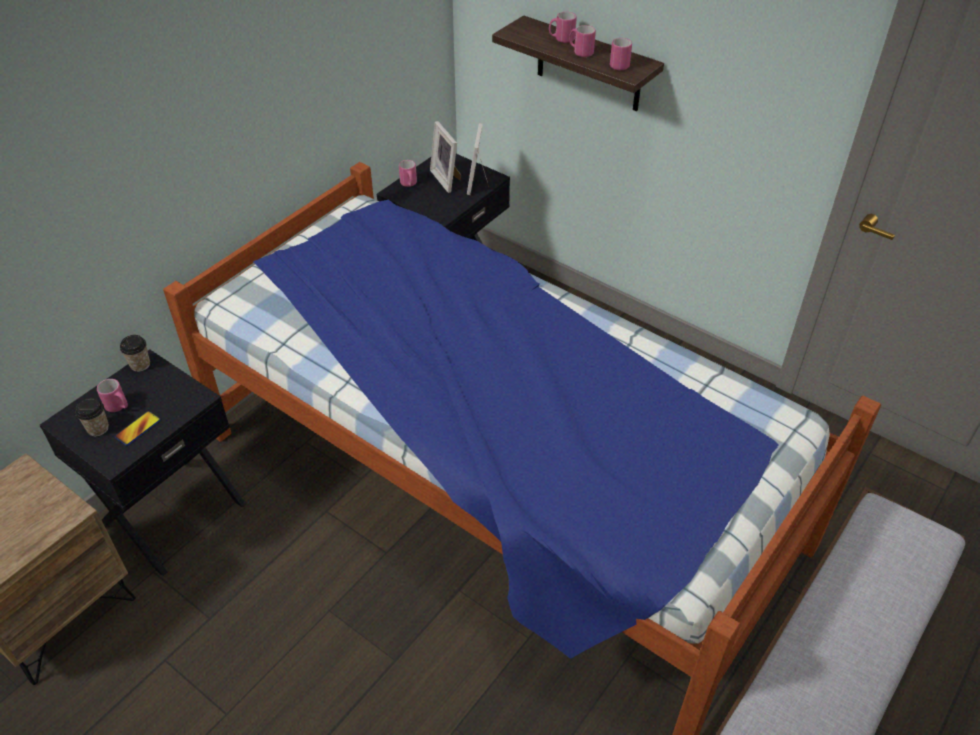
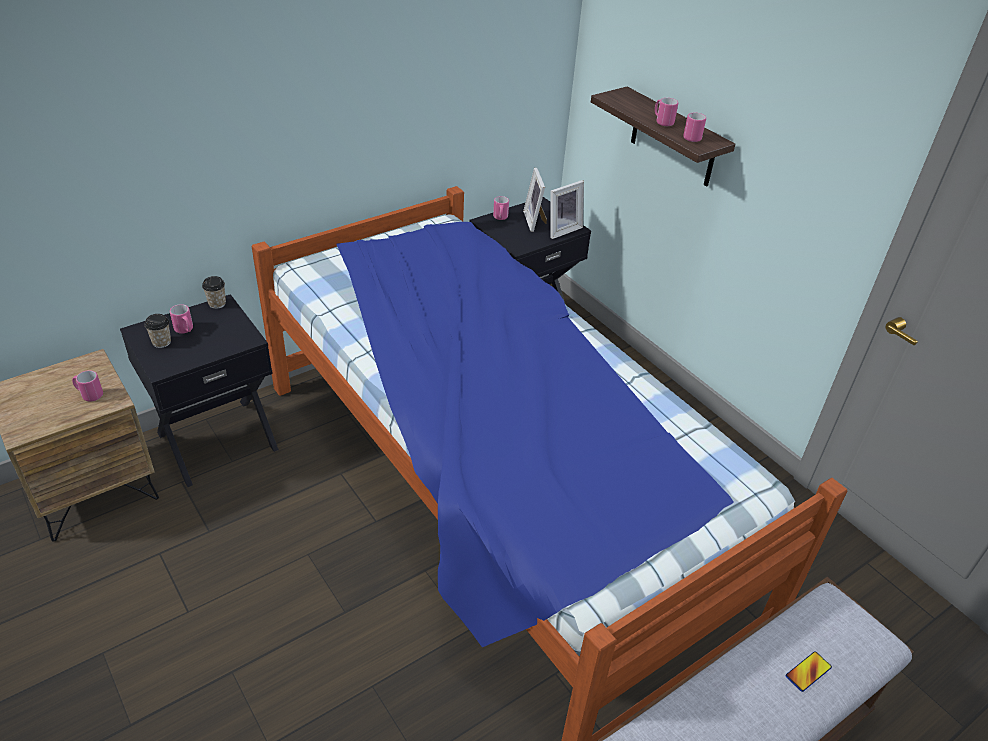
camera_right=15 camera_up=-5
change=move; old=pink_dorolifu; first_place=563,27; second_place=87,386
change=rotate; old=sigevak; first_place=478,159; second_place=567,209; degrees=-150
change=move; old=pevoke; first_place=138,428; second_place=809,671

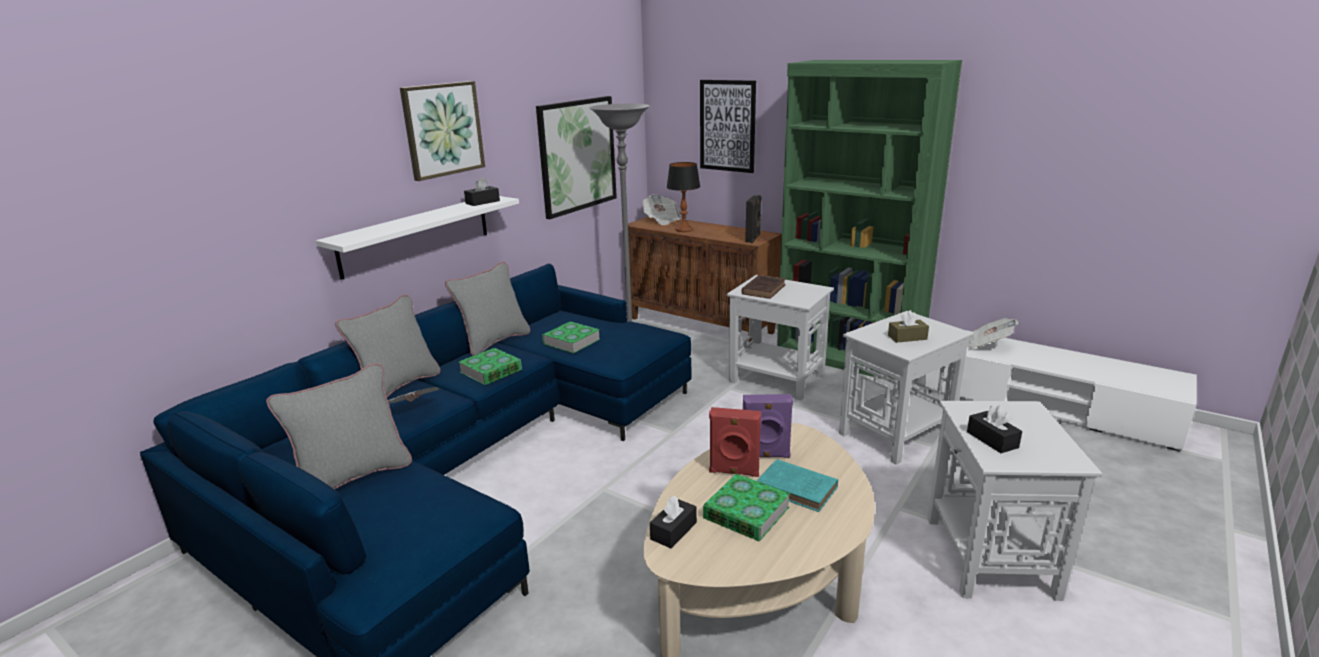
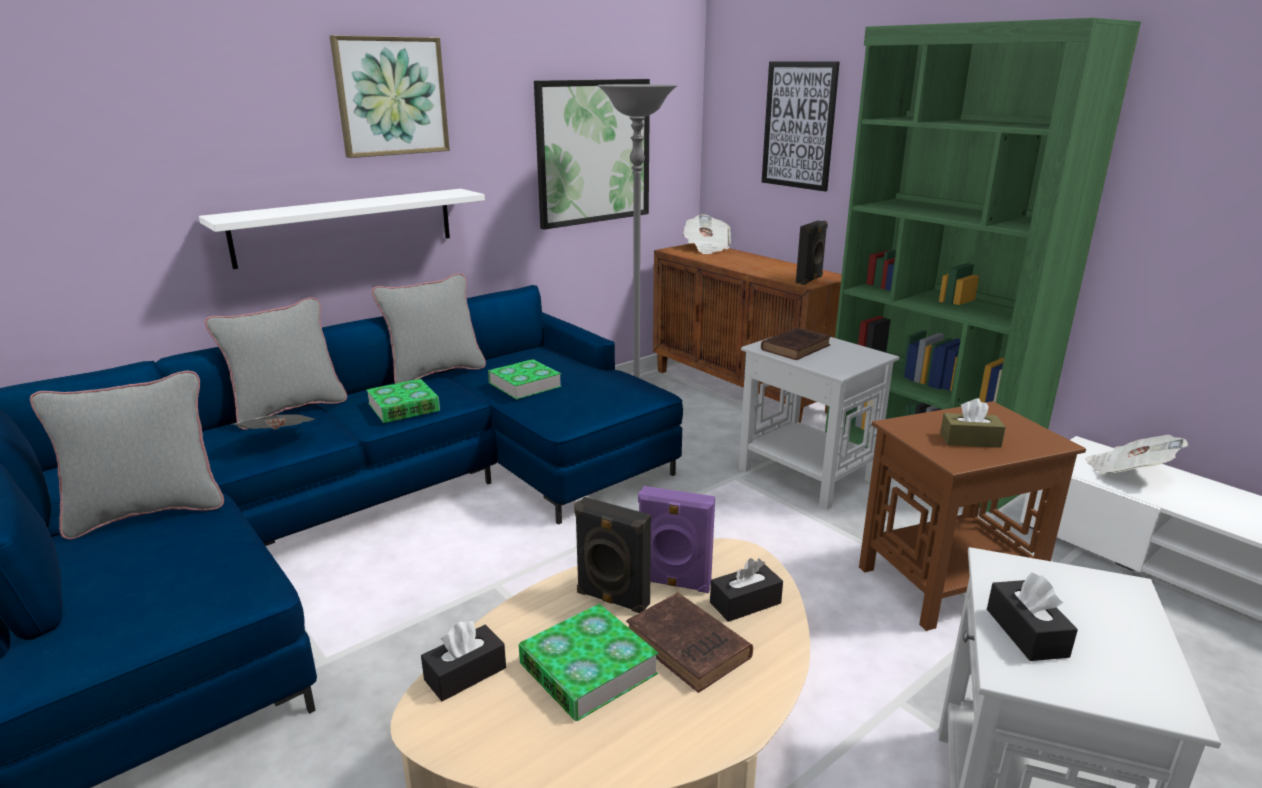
camera_right=15 camera_up=0
change=delete; old=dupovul; first_place=683,197
change=move; old=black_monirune; first_place=482,191; second_place=746,590
change=recolor; old=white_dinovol; new=brown_dinovol; first_place=906,388; second_place=972,516
change=recolor; old=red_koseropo; new=black_koseropo; first_place=735,442; second_place=612,555
change=recolor; old=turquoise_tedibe; new=brown_tedibe; first_place=797,485; second_place=689,642

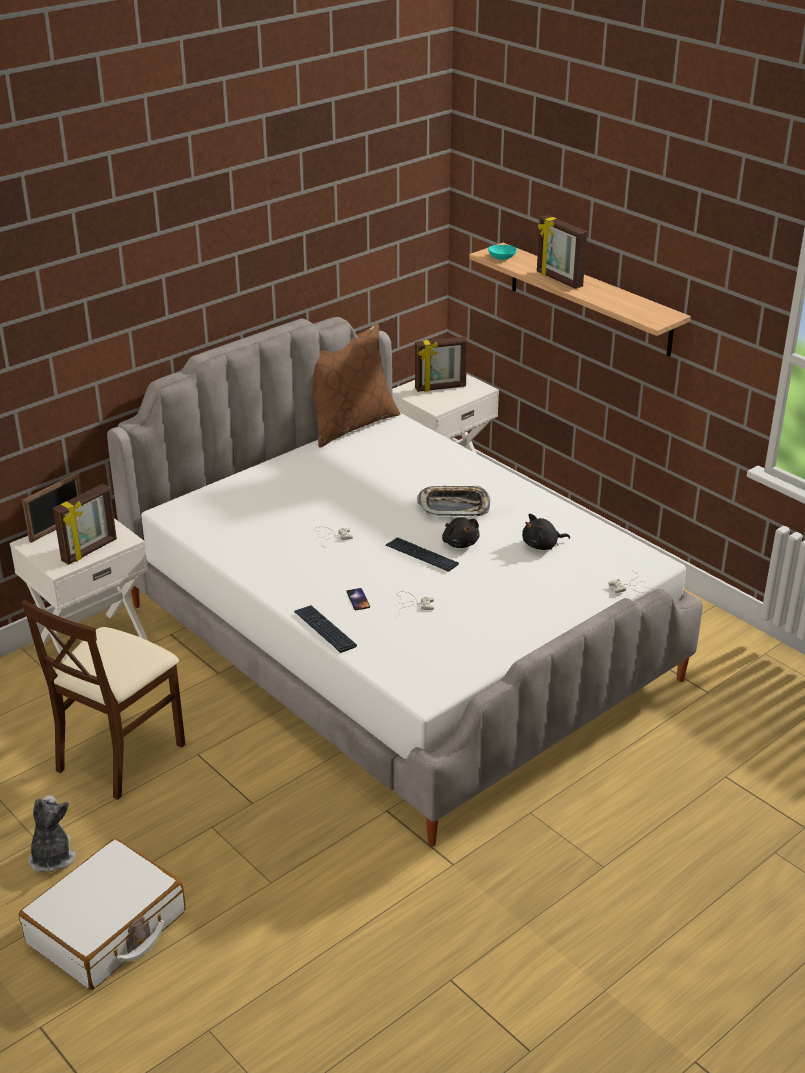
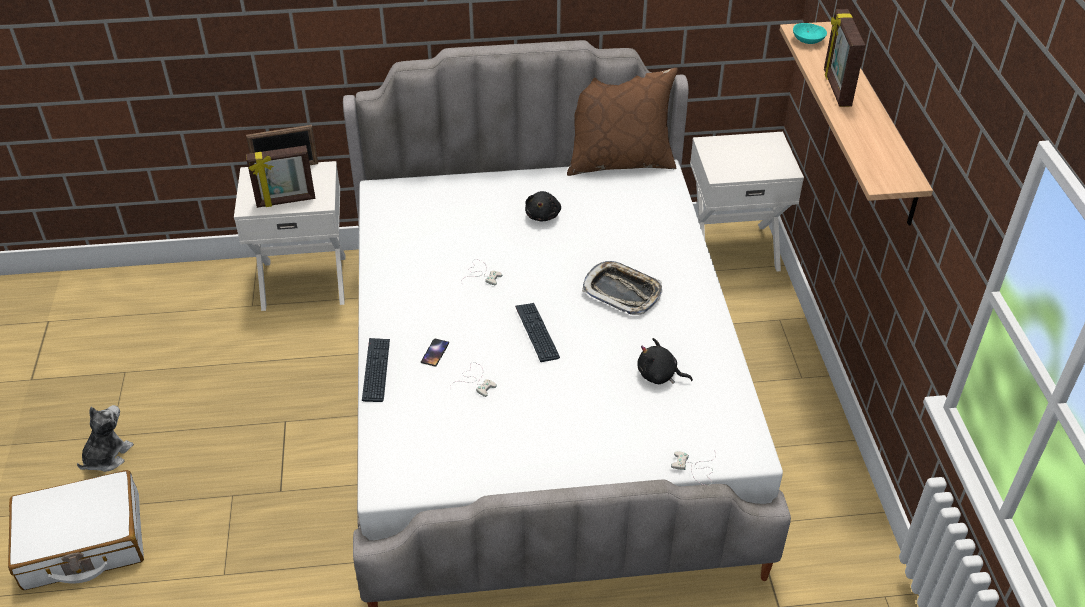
camera_right=35 camera_up=10
change=delete; old=sigevak; first_place=441,364
change=move; old=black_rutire; first_place=461,532; second_place=543,206
change=delete; old=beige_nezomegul; first_place=103,700

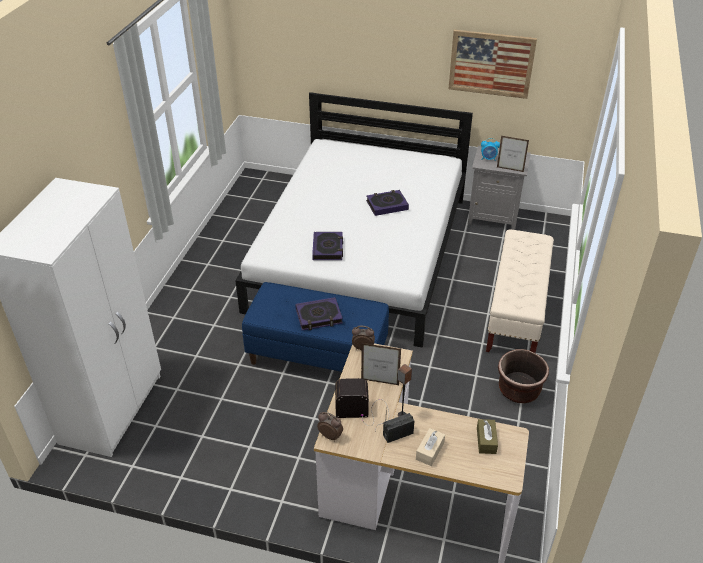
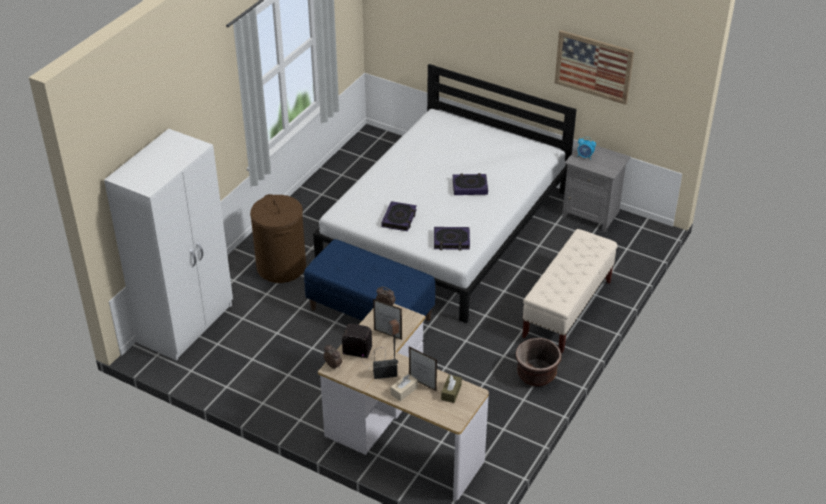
camera_right=15 camera_up=0
change=move; old=sigevak; first_place=513,154; second_place=423,369
change=move; old=tedibe; first_place=319,313; second_place=452,238
change=insert; new=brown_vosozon; second_place=278,238

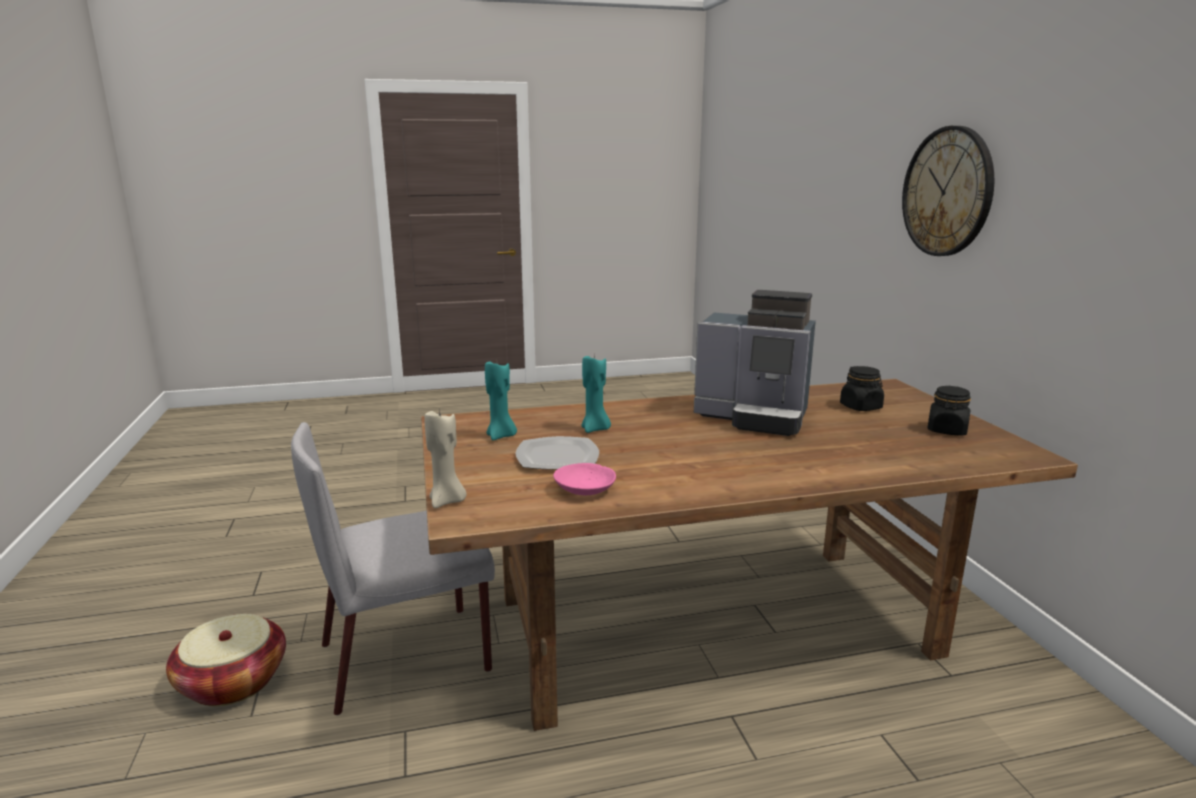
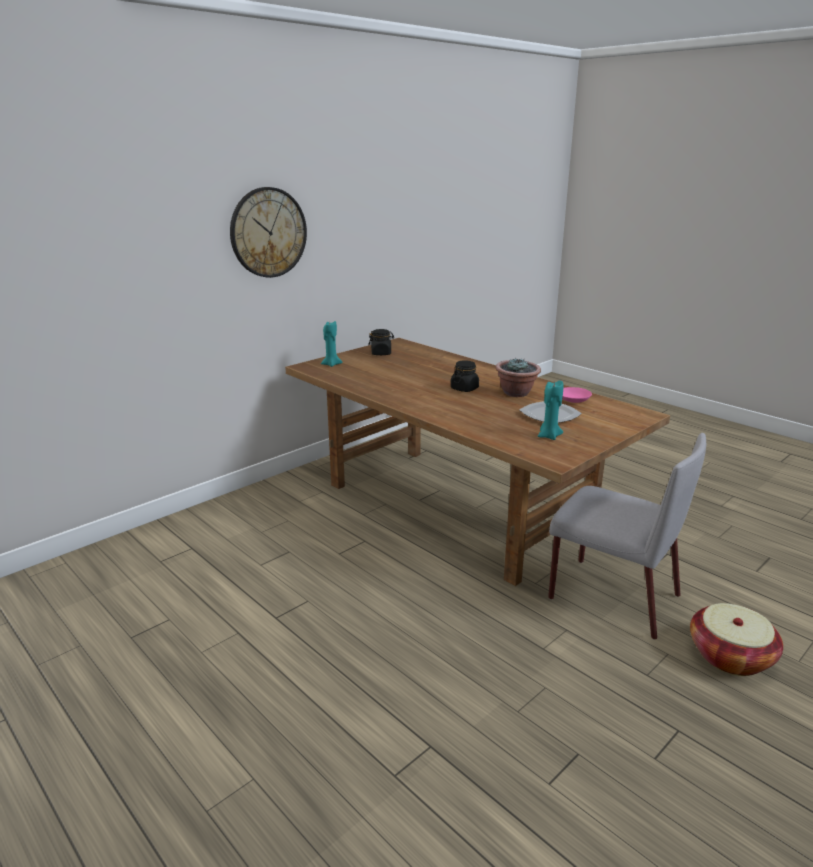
camera_right=-120 camera_up=5
change=delete; old=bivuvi; first_place=755,363
change=move; old=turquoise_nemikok; first_place=596,393; second_place=331,344
change=move; old=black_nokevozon; first_place=862,388; second_place=465,376
change=delete; old=beige_nemikok; first_place=445,458
change=insert; new=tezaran; second_place=518,377

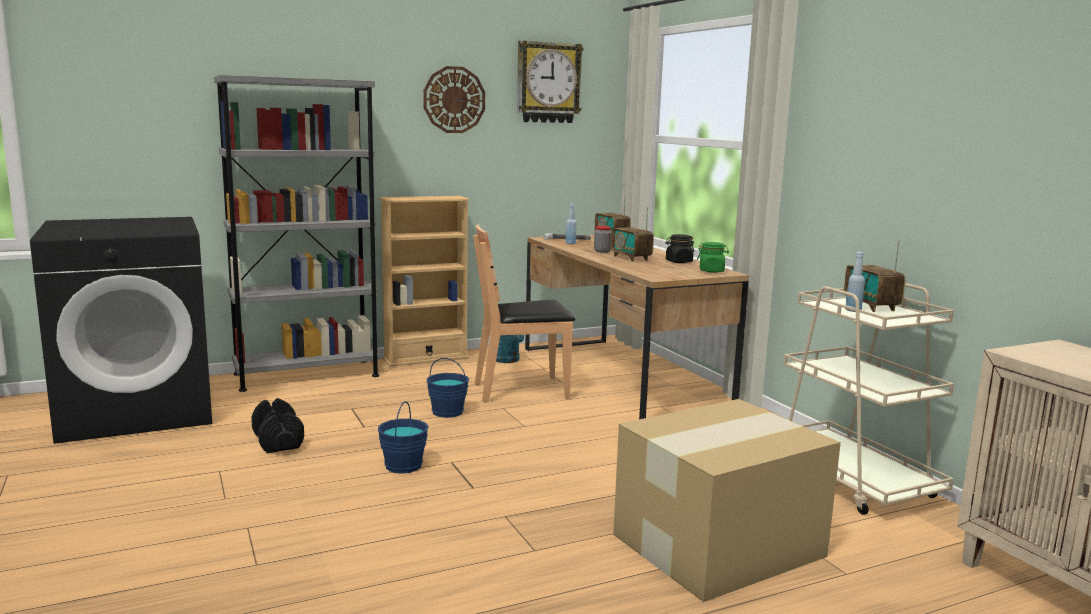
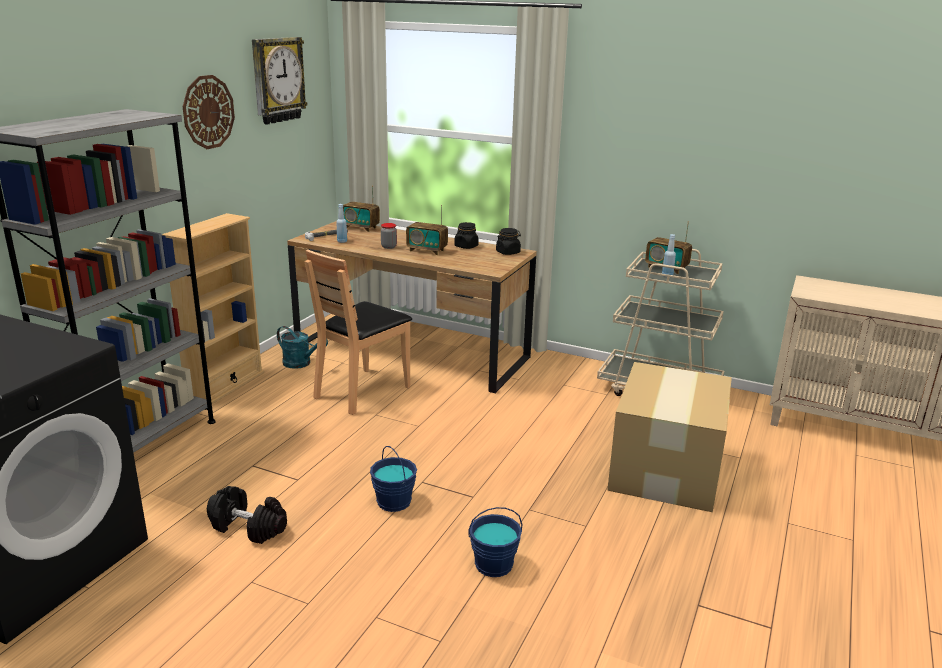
camera_right=-40 camera_up=10
change=recolor; old=green_nokevozon; new=black_nokevozon; first_place=713,257; second_place=508,241
change=move; old=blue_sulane; first_place=448,388; second_place=495,542

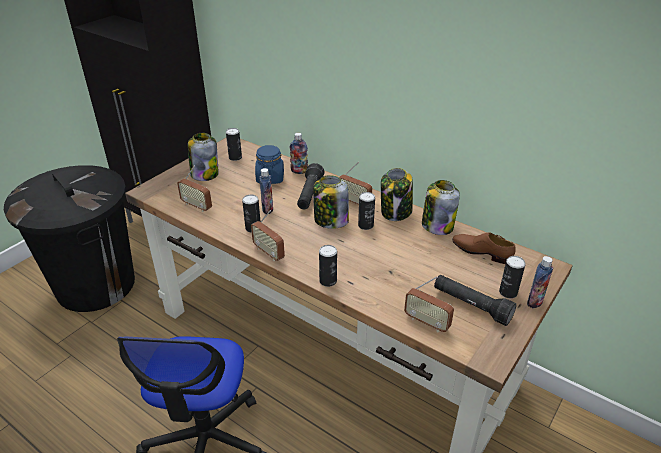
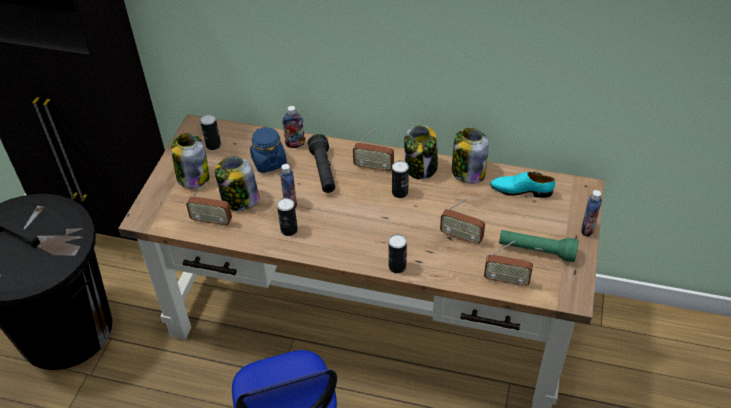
camera_right=-20 camera_up=10
change=move; old=nokevozon; first_place=331,202; second_place=237,183
change=move; old=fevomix; first_place=268,235; second_place=462,221
change=recolor; old=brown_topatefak; new=turquoise_topatefak; first_place=484,248; second_place=522,185
change=delete; old=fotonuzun; first_place=512,277
change=recolor; old=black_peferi; new=green_peferi; first_place=475,300; second_place=539,246

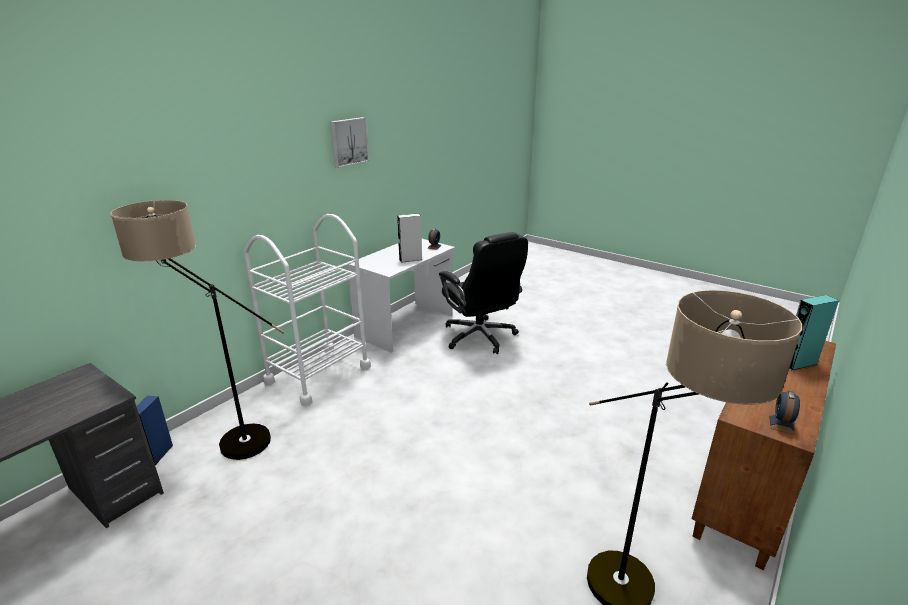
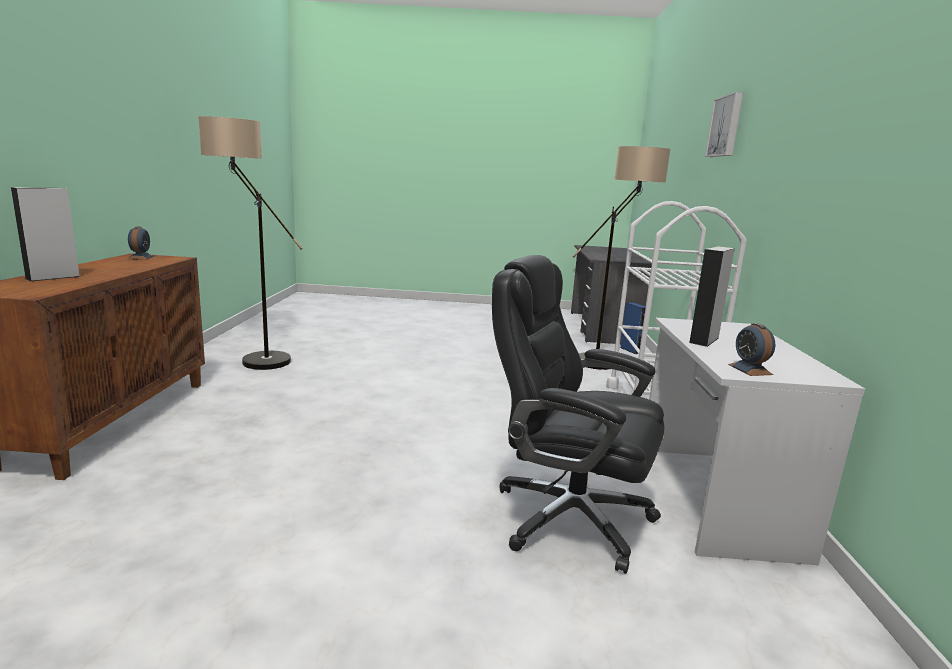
camera_right=145 camera_up=-10
change=move; old=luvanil; first_place=349,142; second_place=724,124
change=recolor; old=turquoise_koseropo; new=grey_koseropo; first_place=814,332; second_place=45,234

